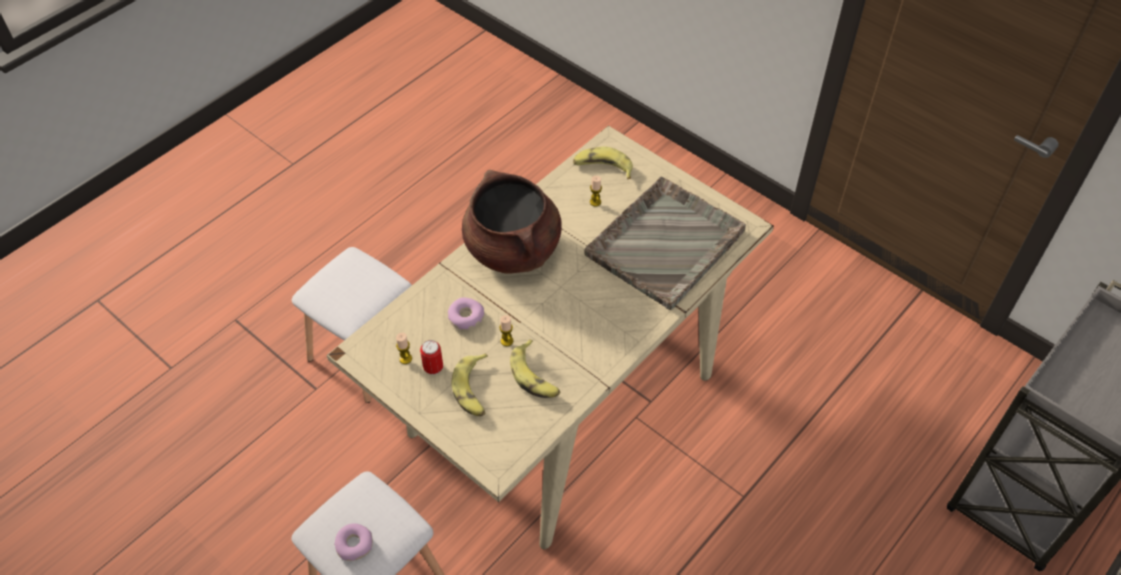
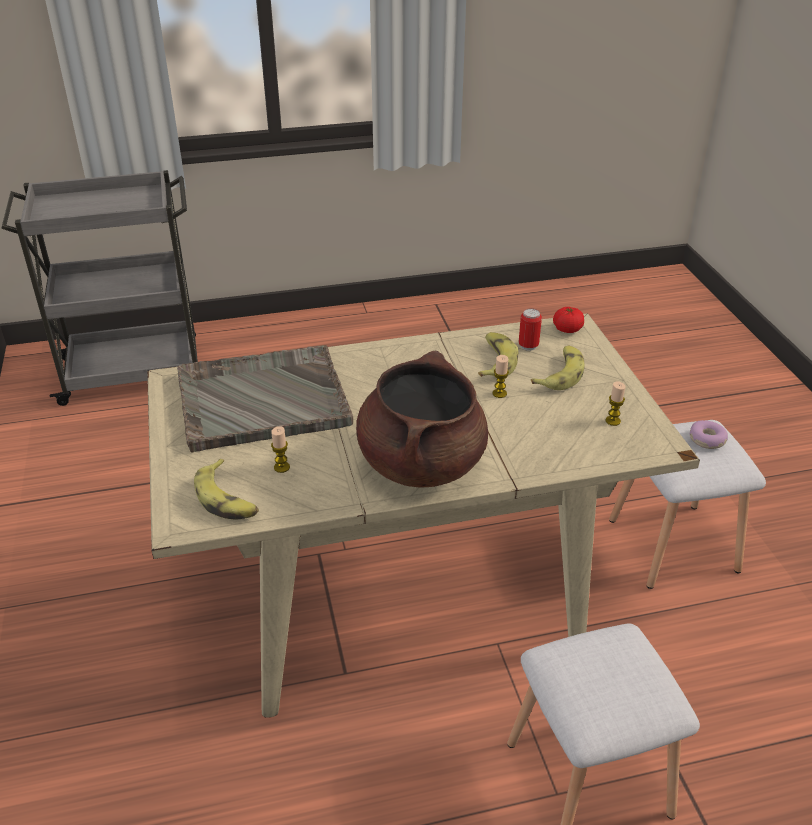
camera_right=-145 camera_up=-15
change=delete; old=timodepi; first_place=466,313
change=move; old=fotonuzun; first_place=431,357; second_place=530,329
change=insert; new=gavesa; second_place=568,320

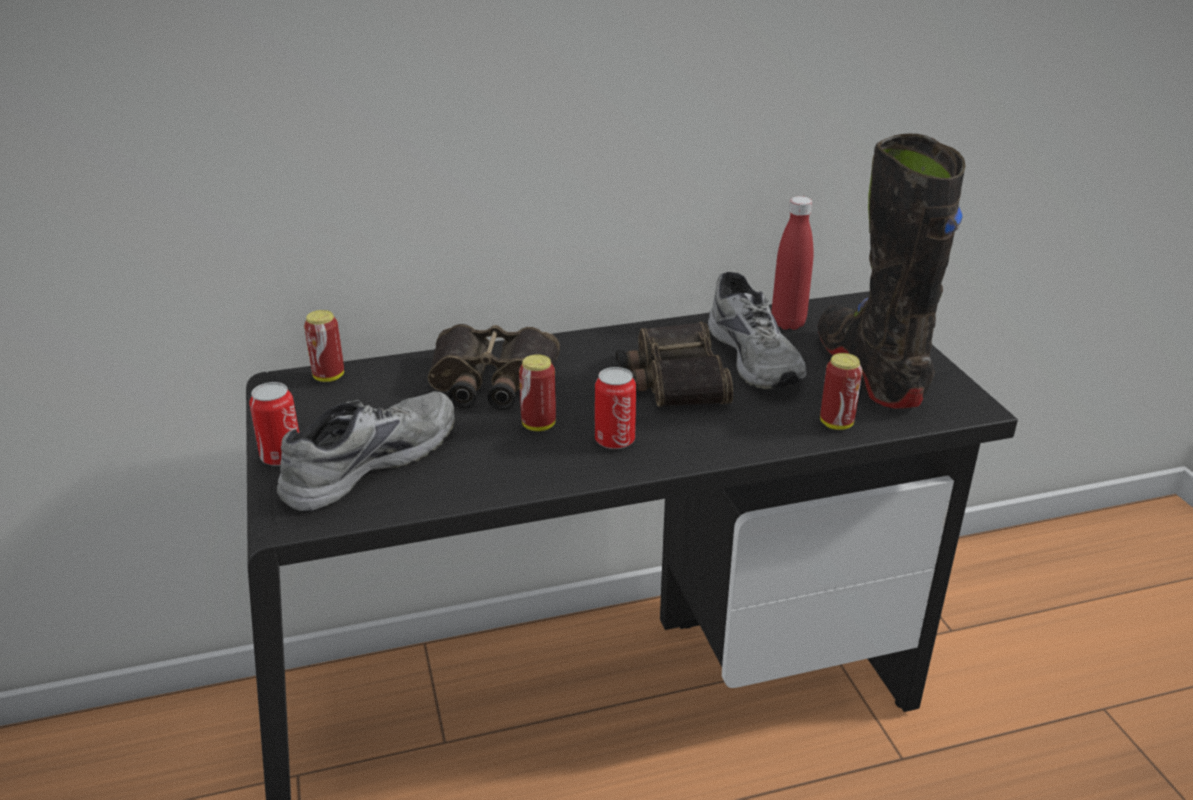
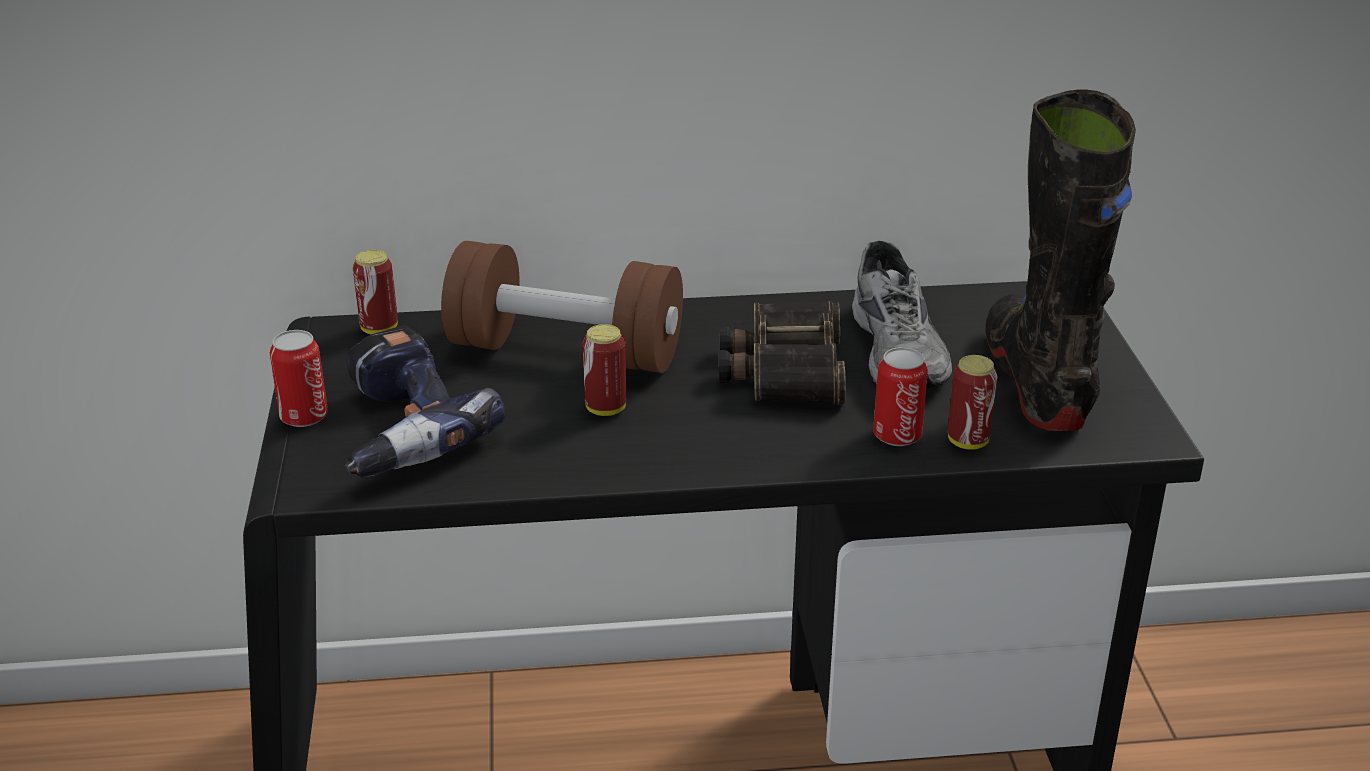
camera_right=10 camera_up=0
change=delete; old=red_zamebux; first_place=792,263
change=replace; old=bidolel; new=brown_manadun; first_place=494,367; second_place=562,307
change=move; old=fotonuzun; first_place=615,408; second_place=900,396
change=replace; old=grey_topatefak; new=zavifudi; first_place=366,451; second_place=425,401

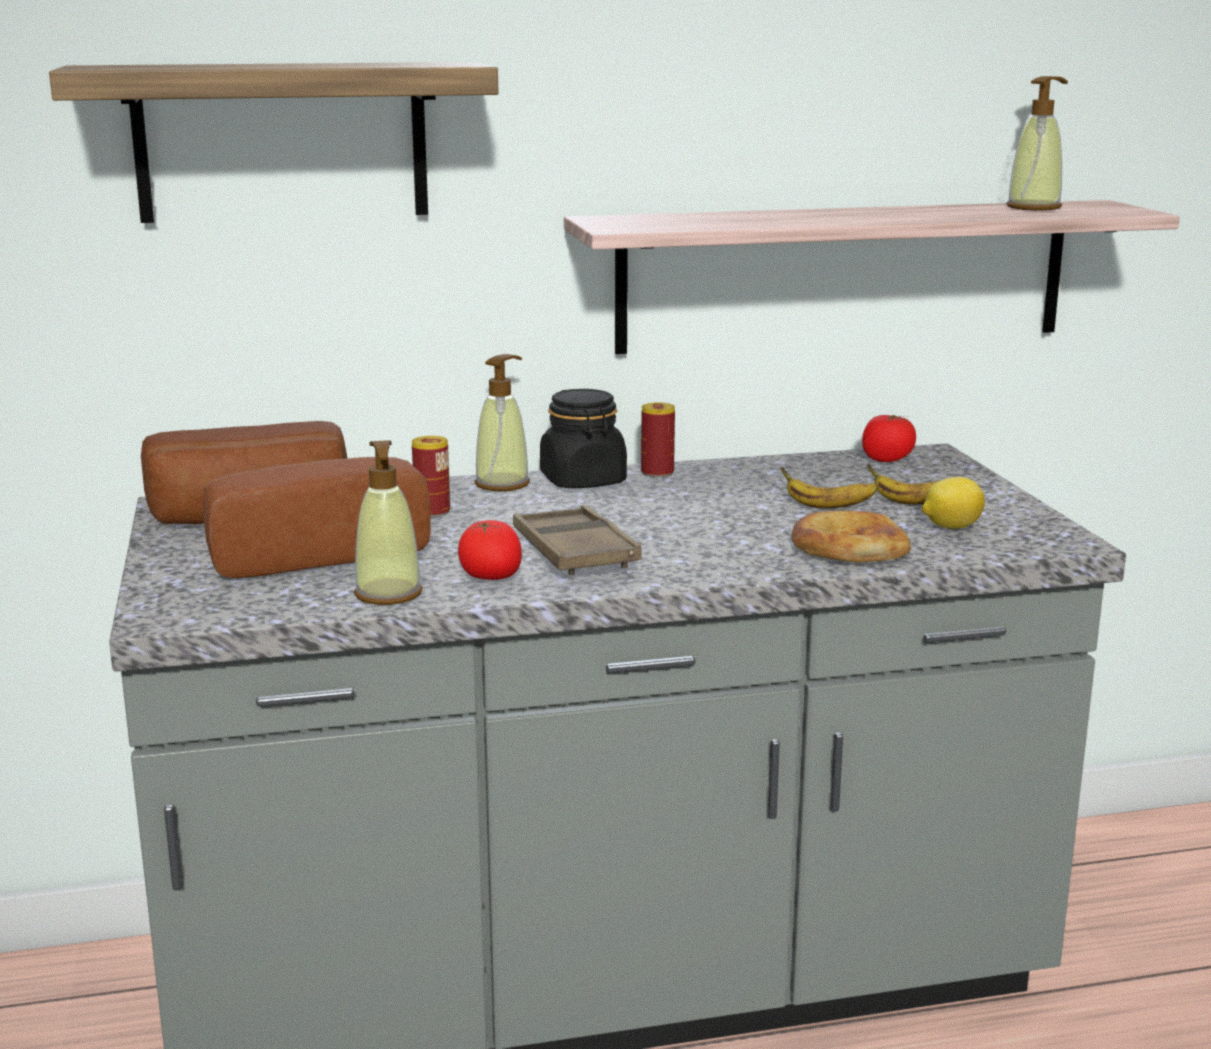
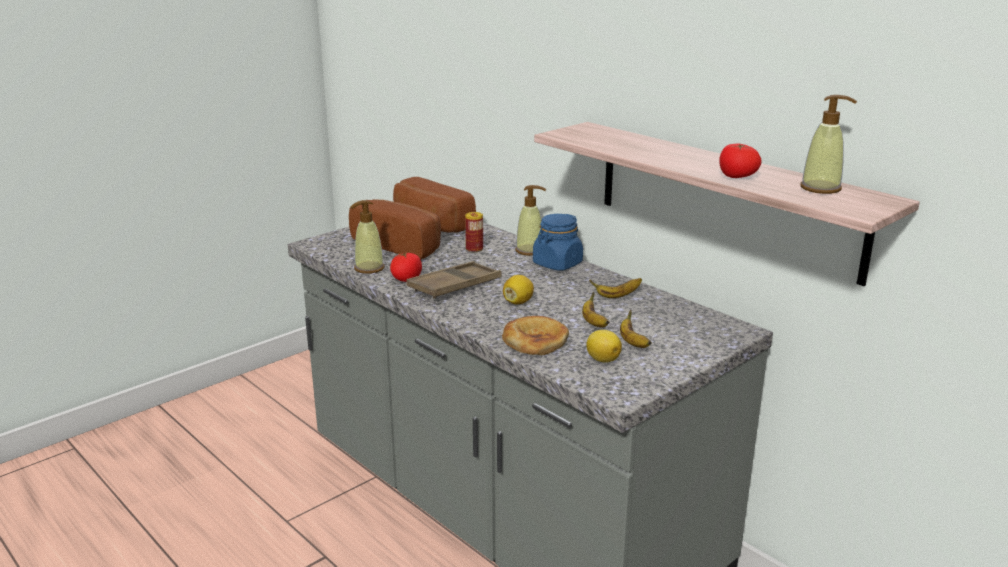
camera_right=60 camera_up=5
change=delete; old=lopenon; first_place=273,142
change=recolor; old=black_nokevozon; new=blue_nokevozon; first_place=583,438; second_place=558,242
change=delete; old=fotonuzun; first_place=658,440
change=move; old=gavesa; first_place=889,438; second_place=740,161
change=insert; new=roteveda; second_place=518,289
change=insert; new=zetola; second_place=615,288

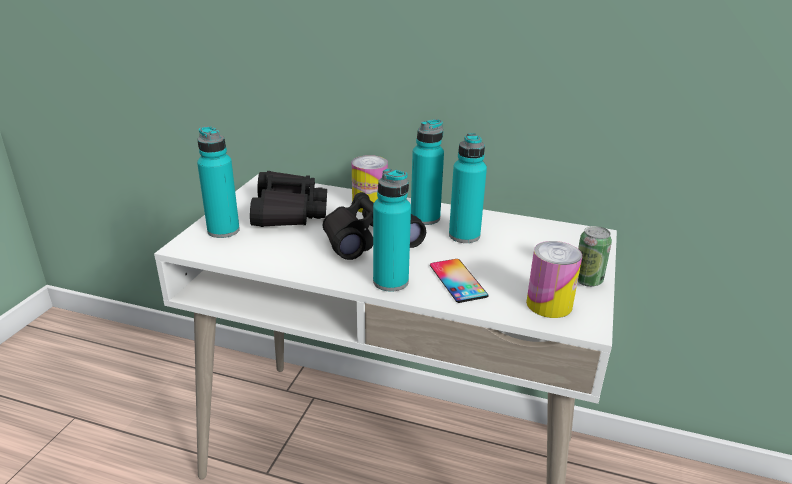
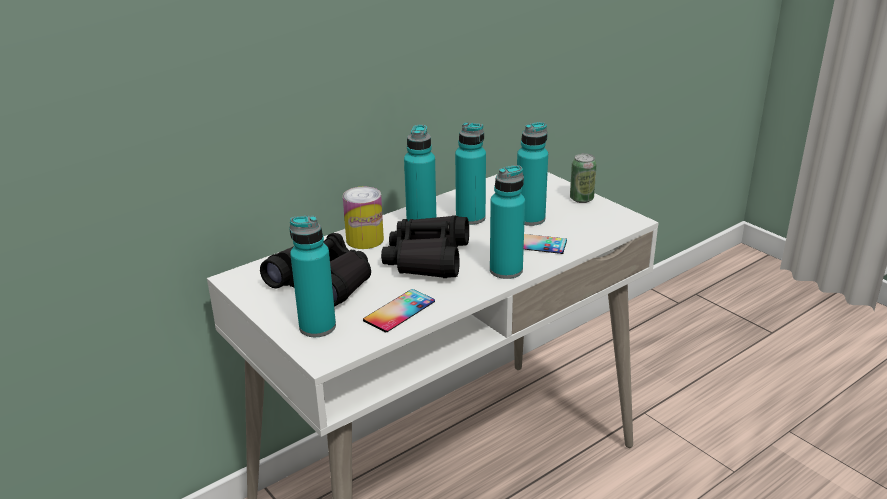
camera_right=-55 camera_up=0
change=delete; old=fotonuzun; first_place=554,279
change=insert; new=turquoise_zamebux; second_place=532,174
change=insert; new=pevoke; second_place=399,310

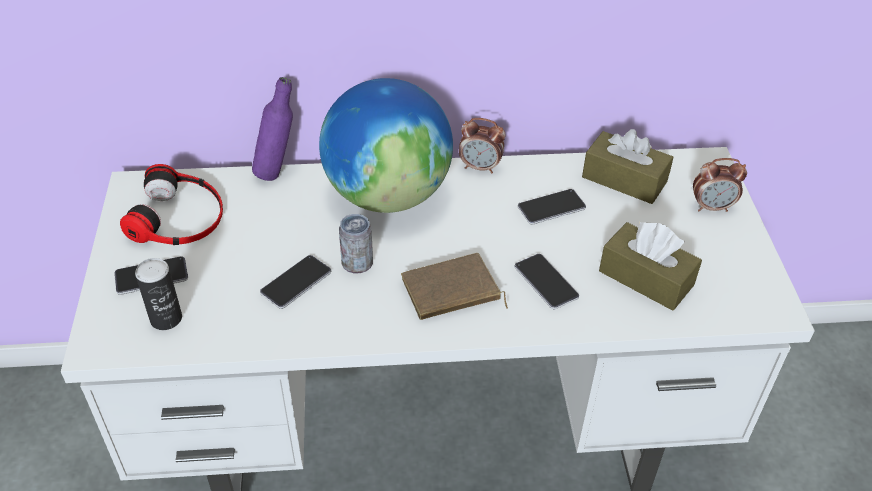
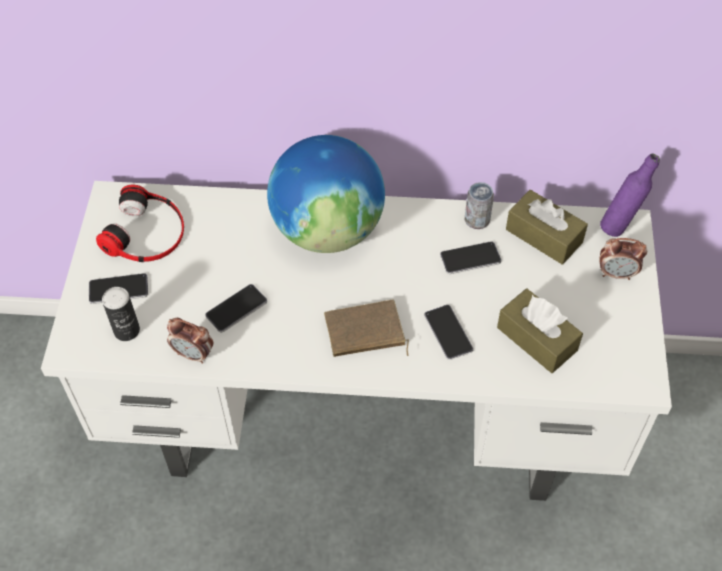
camera_right=10 camera_up=10
change=move; old=purple_zamebux; first_place=272,129; second_place=630,195
change=move; old=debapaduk; first_place=482,145; second_place=190,341
change=move; old=fotonuzun; first_place=356,243; second_place=479,205

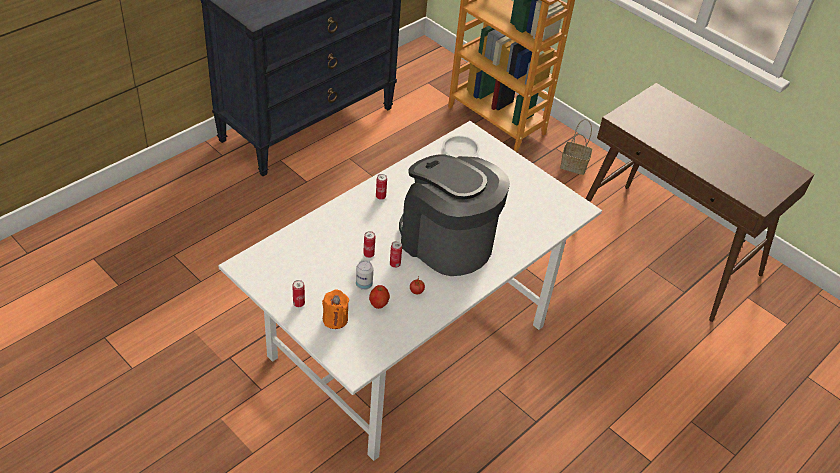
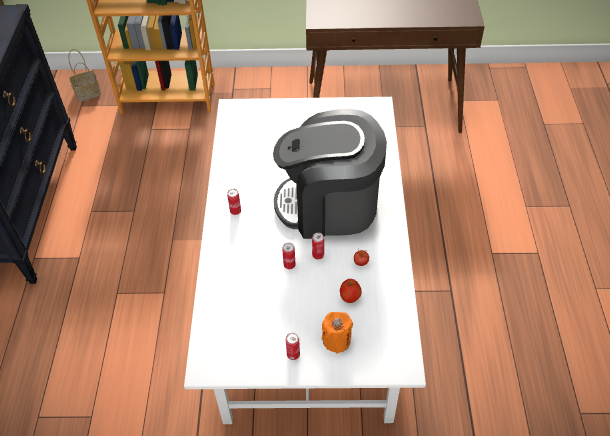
camera_right=-40 camera_up=5
change=move; old=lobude; first_place=576,147; second_place=84,75
change=delete; old=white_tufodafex; first_place=461,146
change=delete; old=fotonuzun; first_place=364,275

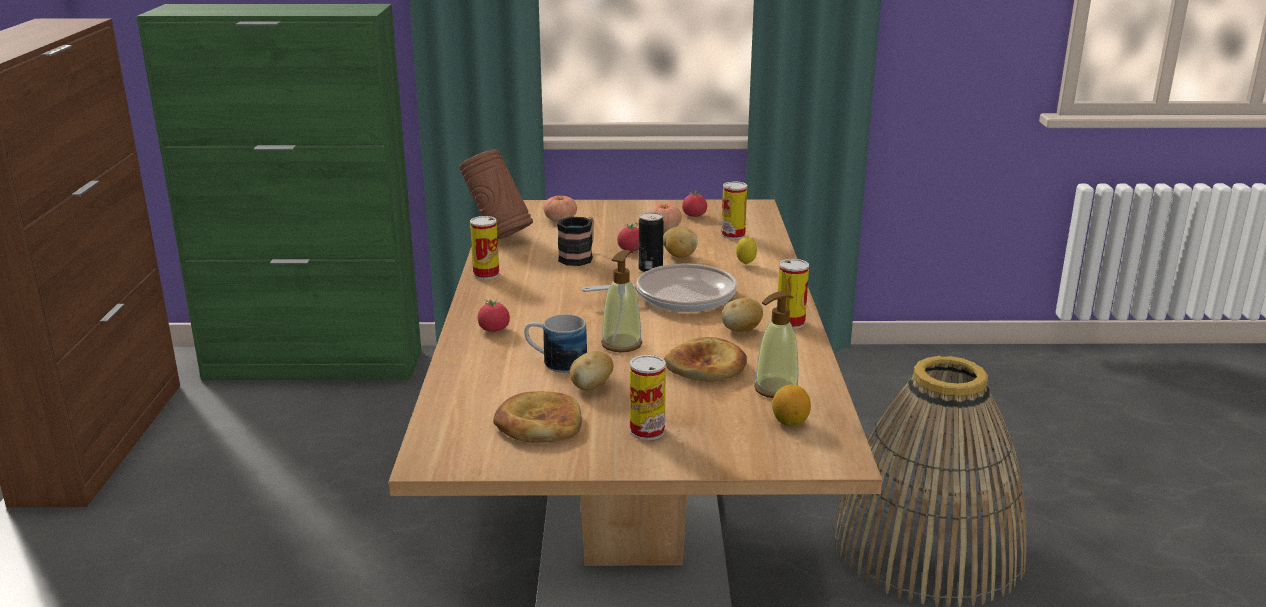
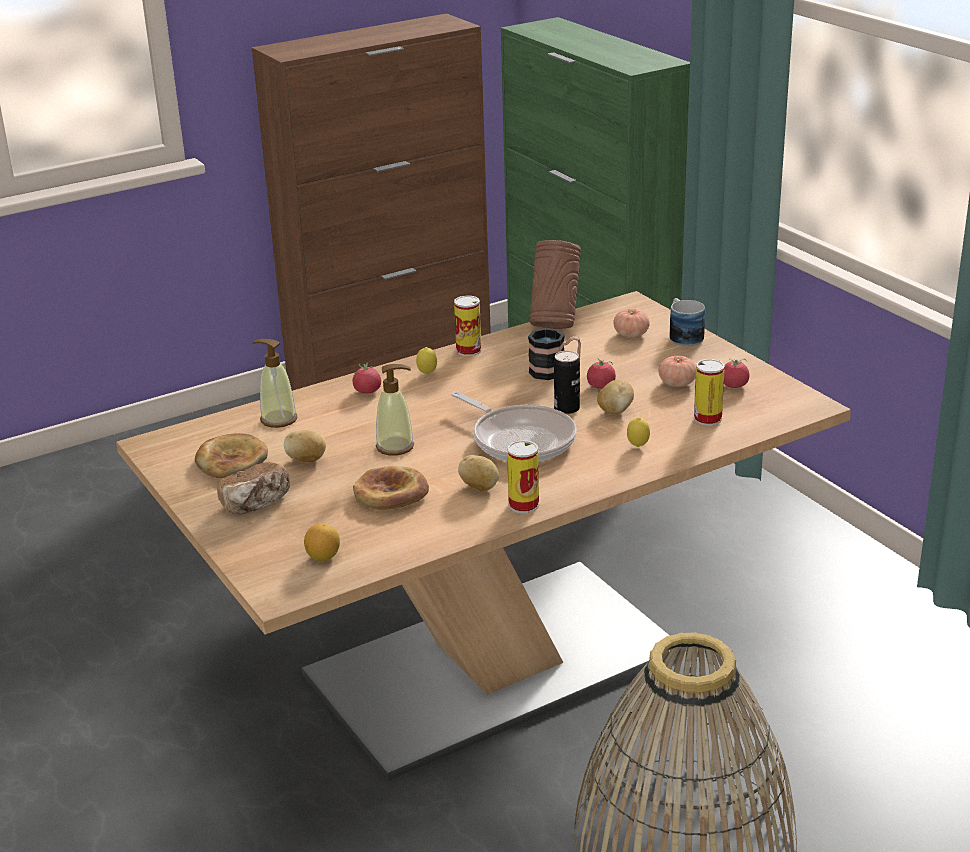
camera_right=60 camera_up=5
change=move; old=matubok; first_place=776,344; second_place=274,383
change=move; old=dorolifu; first_place=555,343; second_place=687,322
change=replace; old=fotonuzun; new=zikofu; first_place=648,397; second_place=253,488
change=insert; new=roteveda; second_place=426,361

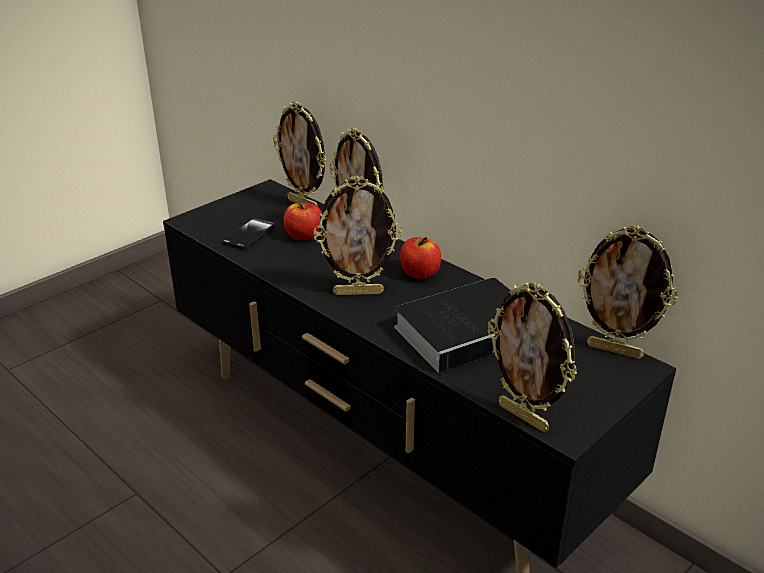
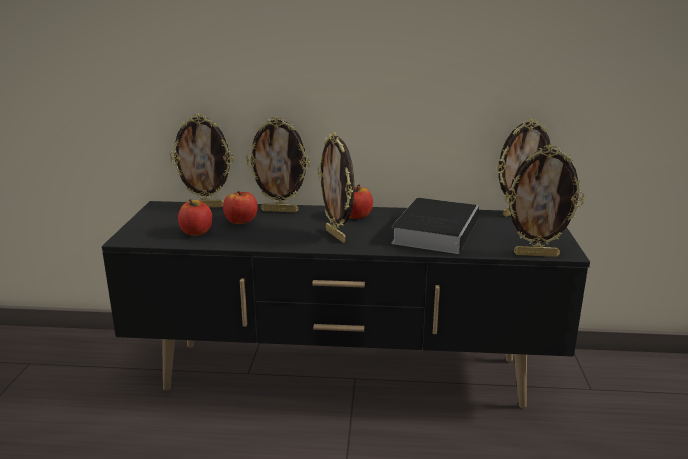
camera_right=-40 camera_up=-10
change=rotate; old=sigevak; first_place=357,235; second_place=336,187; degrees=105
change=replace; old=pevoke; new=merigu; first_place=248,233; second_place=195,217

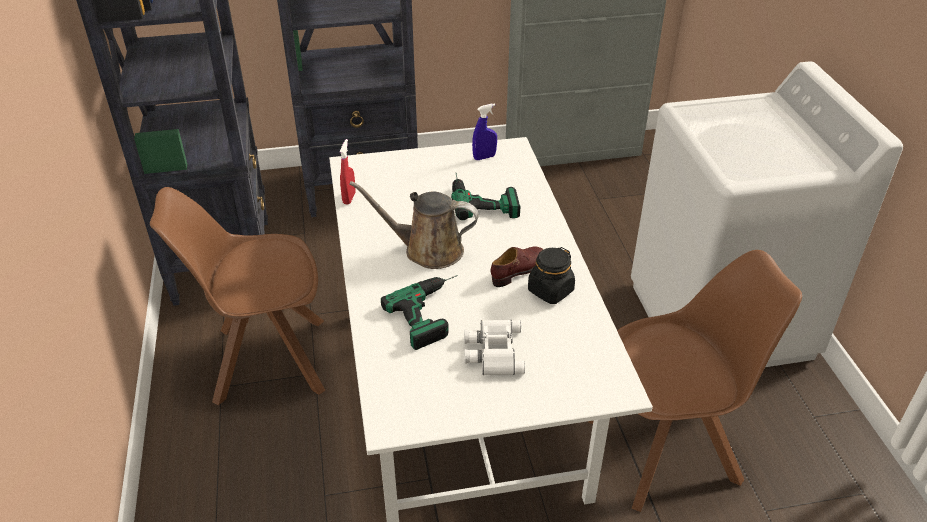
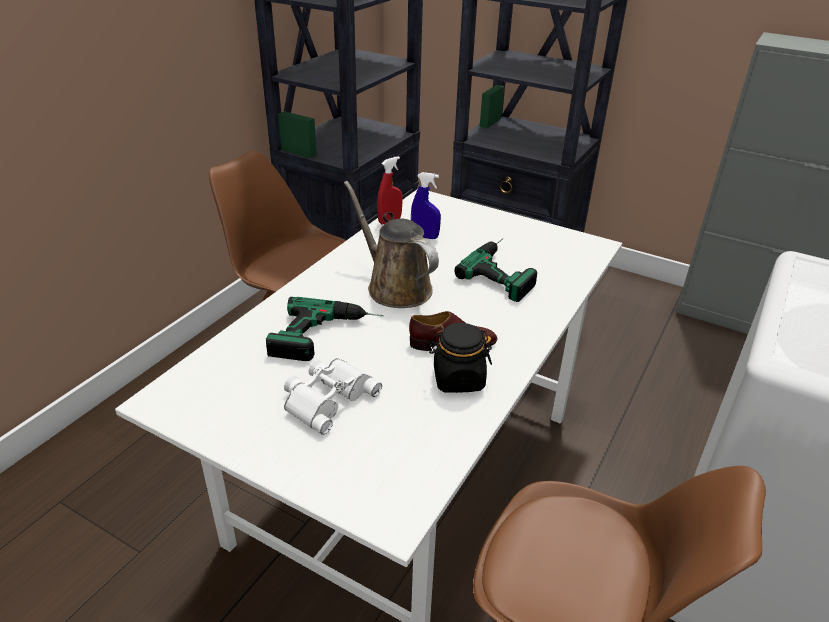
camera_right=40 camera_up=-5
change=move; old=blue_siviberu; first_place=484,131; second_place=426,205

